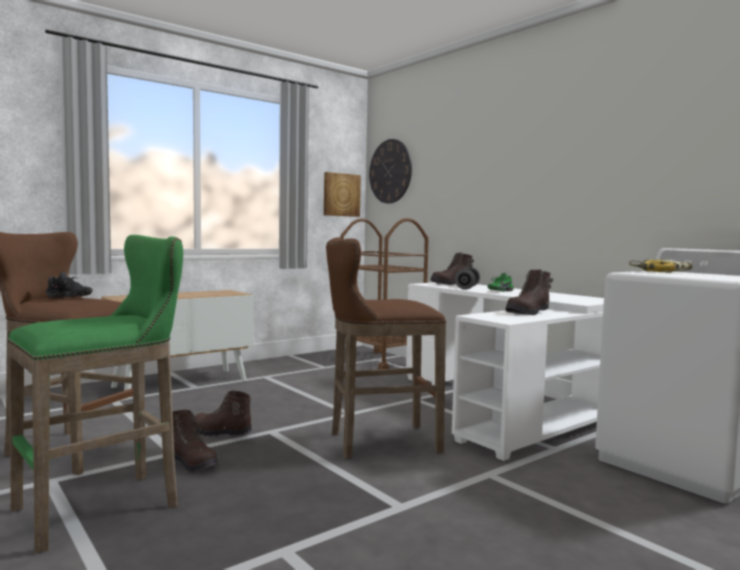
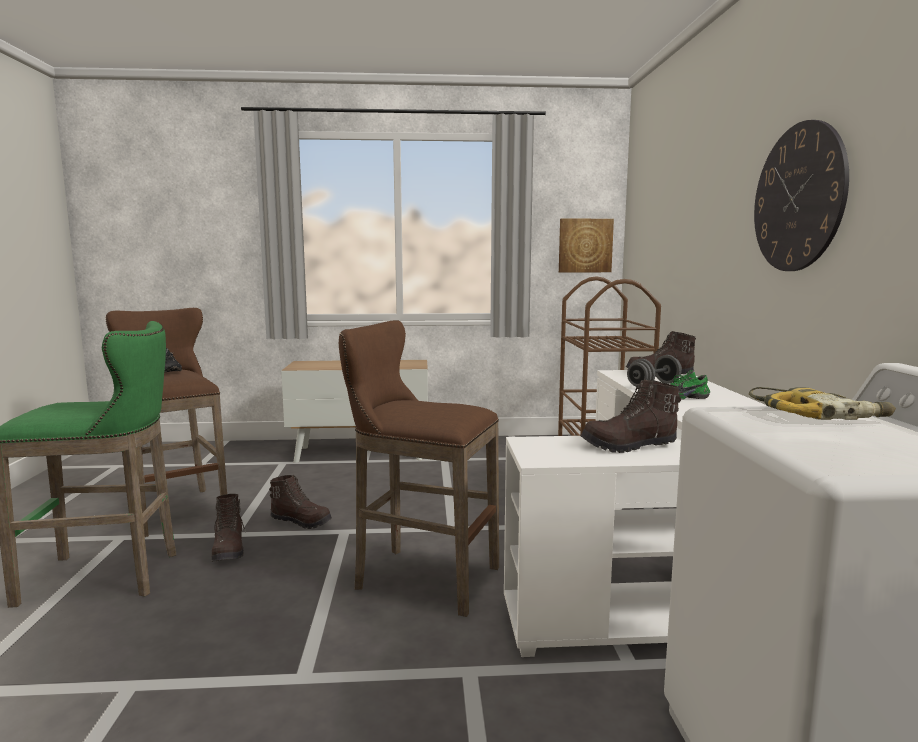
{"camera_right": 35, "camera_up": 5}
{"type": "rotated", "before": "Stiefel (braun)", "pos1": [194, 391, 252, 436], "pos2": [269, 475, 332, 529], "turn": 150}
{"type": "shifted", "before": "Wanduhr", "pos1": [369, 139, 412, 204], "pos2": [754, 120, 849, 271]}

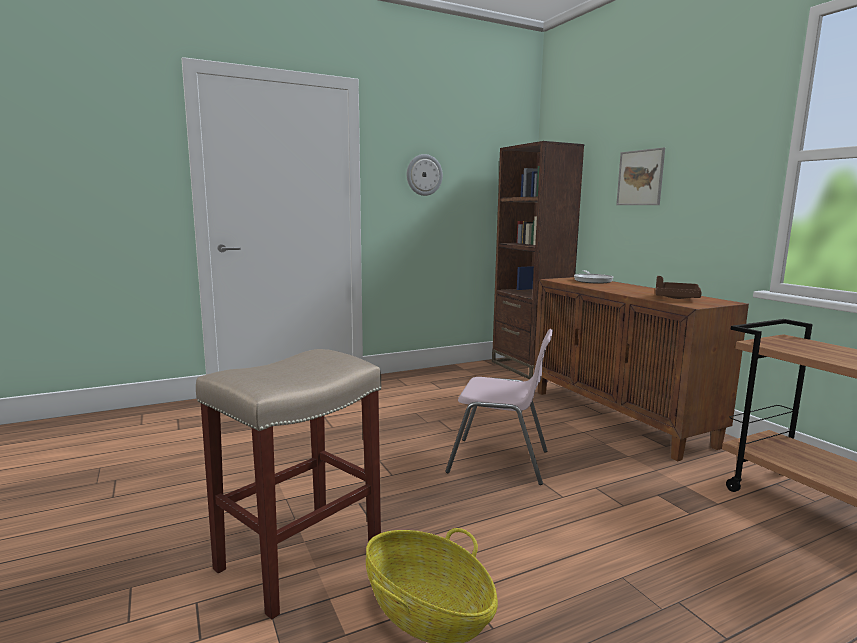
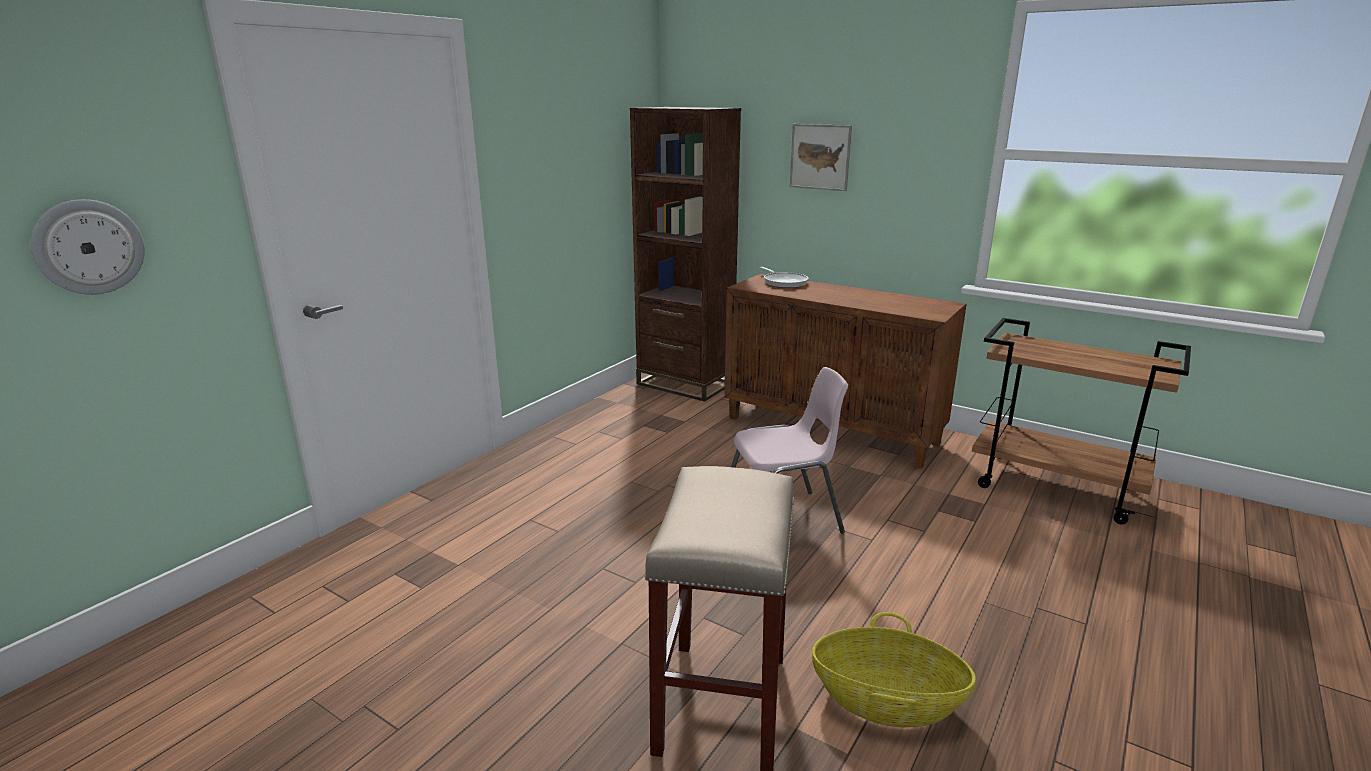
{"camera_right": -30, "camera_up": 10}
{"type": "shifted", "before": "Wanduhr", "pos1": [407, 154, 443, 196], "pos2": [30, 199, 145, 295]}
{"type": "gone", "before": "Tablett (braun)", "pos1": [656, 276, 702, 299]}

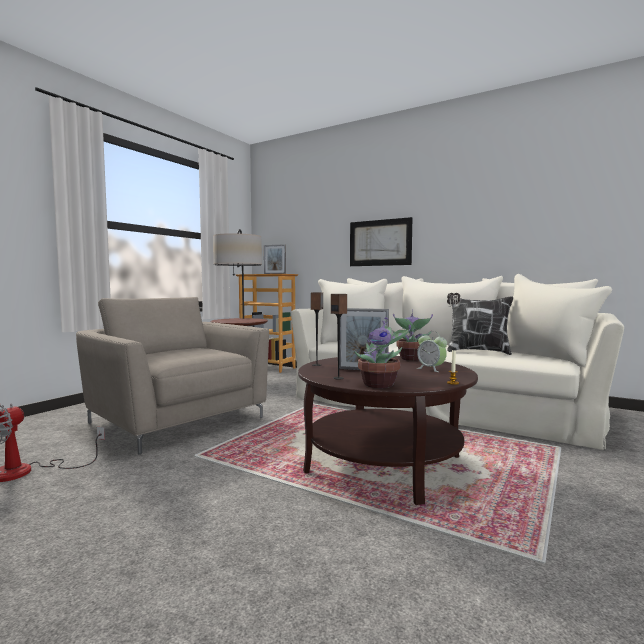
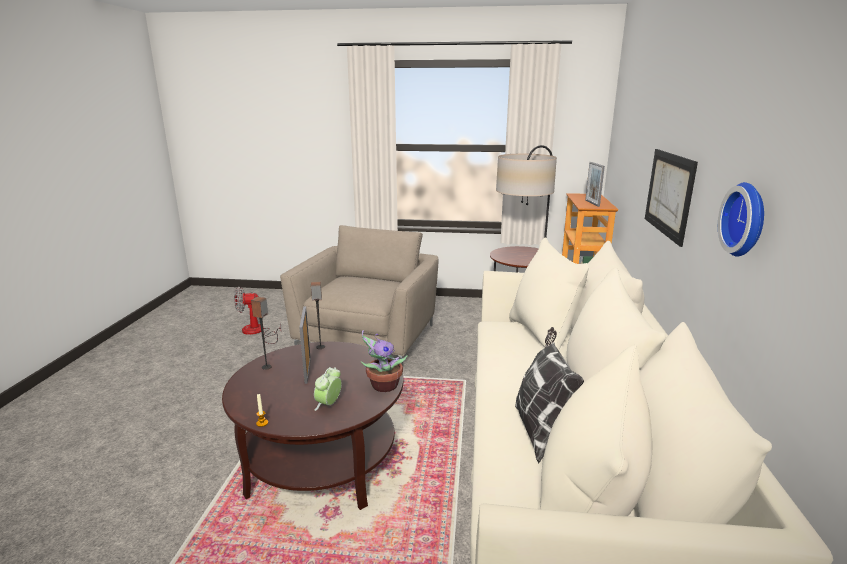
{"camera_right": 65, "camera_up": 15}
{"type": "new", "after": "Wanduhr", "pos2": [718, 182, 764, 257]}
{"type": "gone", "before": "Topfpflanze", "pos1": [354, 318, 411, 388]}

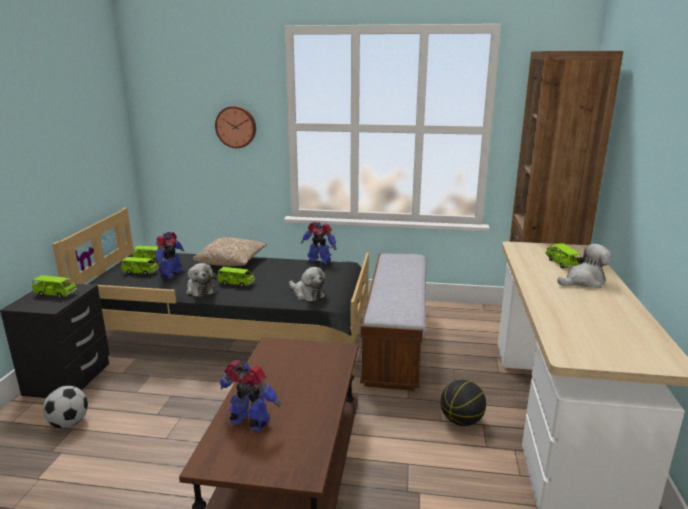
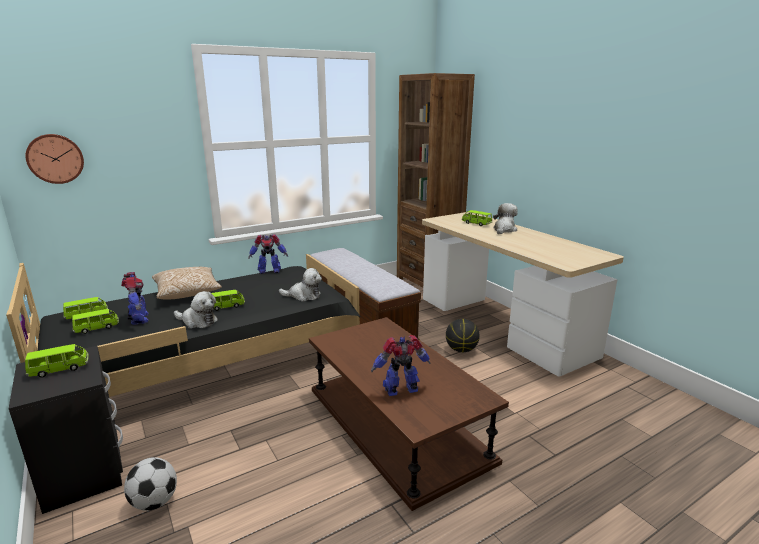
{"camera_right": -40, "camera_up": 0}
{"type": "shifted", "before": "Wanduhr", "pos1": [215, 106, 256, 148], "pos2": [25, 134, 84, 184]}

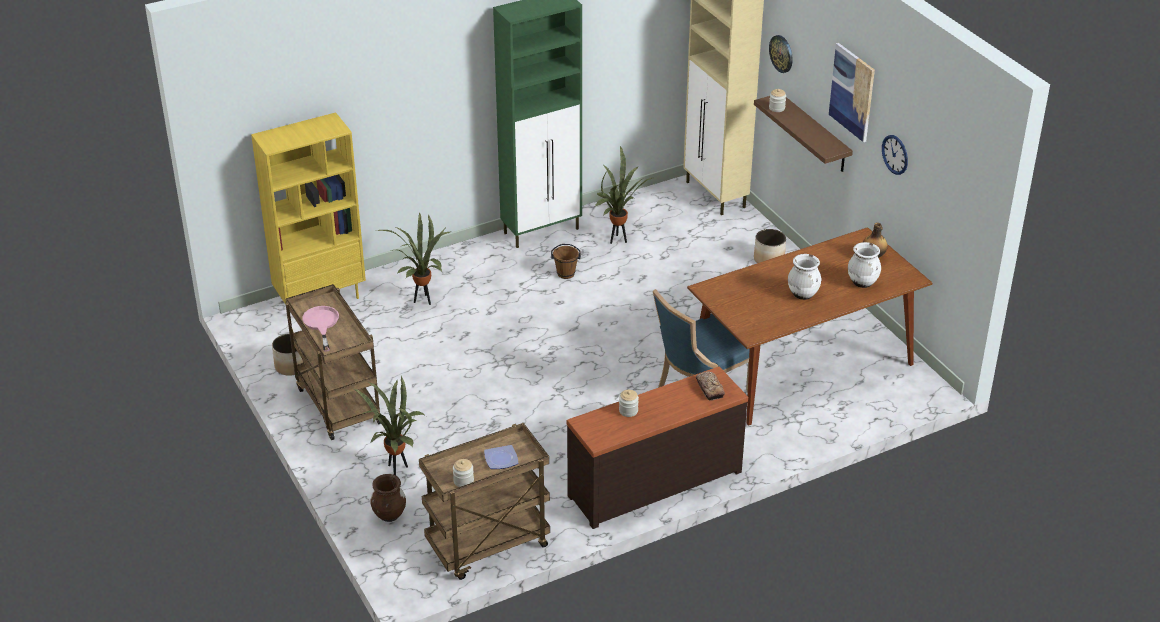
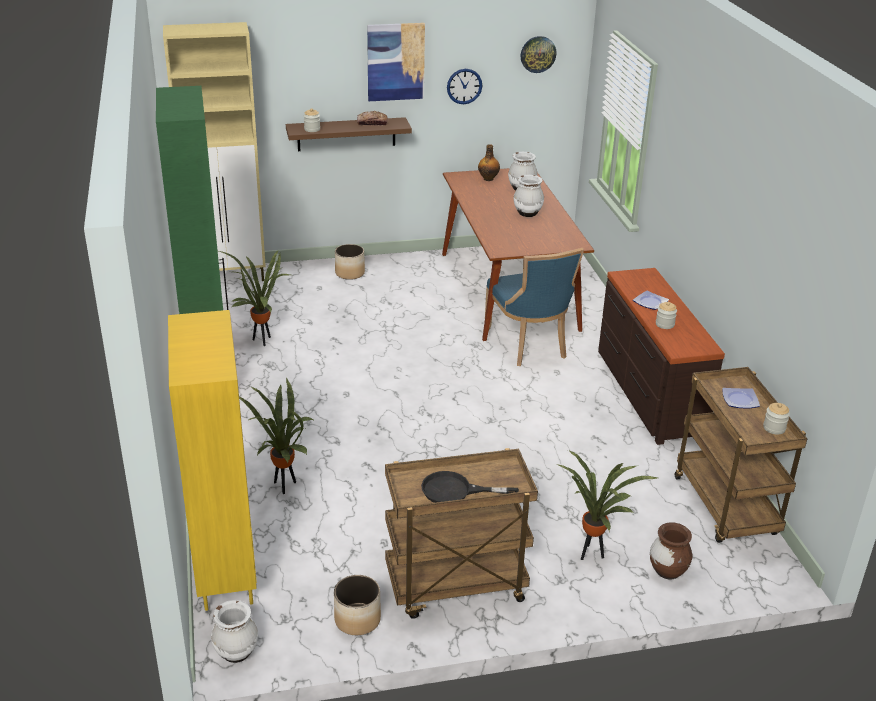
{"camera_right": -75, "camera_up": -5}
{"type": "new", "after": "Vase (weiß)", "pos2": [211, 600, 258, 663]}
{"type": "shifted", "before": "Brot", "pos1": [696, 371, 725, 401], "pos2": [357, 111, 388, 126]}
{"type": "repainted", "before": "Pfanne (rosa)", "after": "Pfanne (schwarz)", "pos1": [302, 306, 339, 352], "pos2": [421, 471, 519, 503]}
{"type": "shifted", "before": "Wanduhr", "pos1": [769, 35, 793, 73], "pos2": [521, 36, 556, 73]}
{"type": "new", "after": "Teller", "pos2": [633, 291, 669, 310]}
{"type": "gone", "before": "Eimer (braun)", "pos1": [551, 244, 581, 279]}

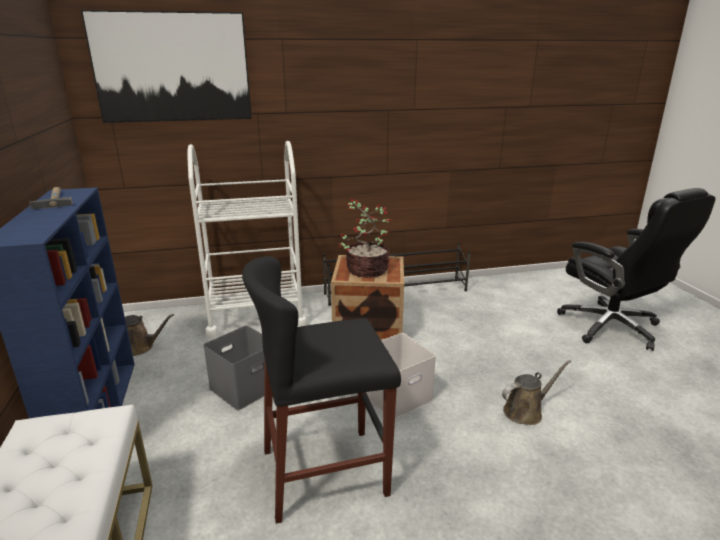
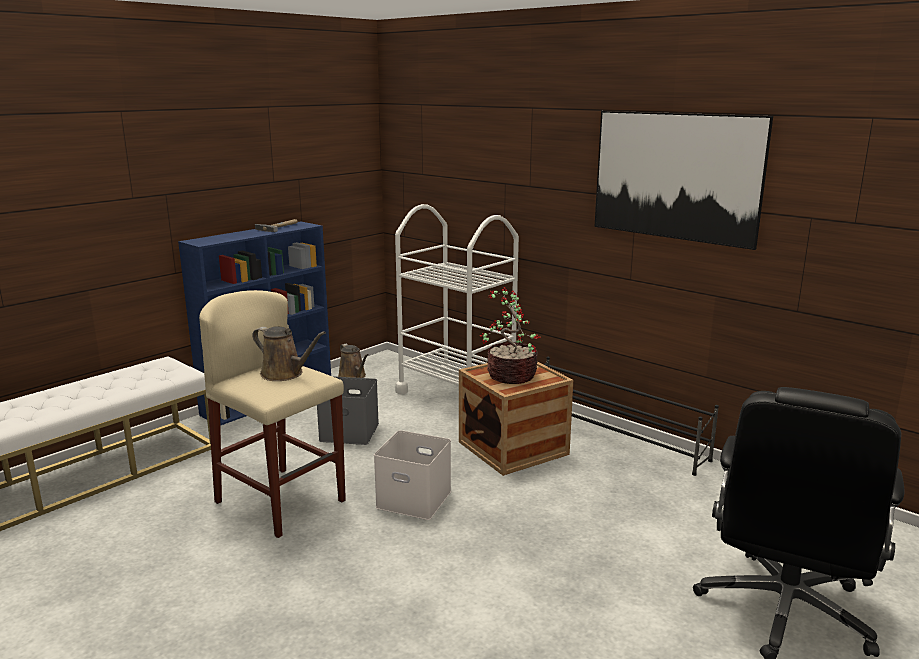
{"camera_right": 55, "camera_up": -5}
{"type": "repainted", "before": "Hocker (schwarz)", "after": "Hocker (beige)", "pos1": [242, 256, 401, 524], "pos2": [199, 290, 346, 538]}
{"type": "shifted", "before": "Gießkanne (braun)", "pos1": [502, 360, 571, 425], "pos2": [252, 326, 326, 381]}
{"type": "shifted", "before": "Bild", "pos1": [81, 10, 252, 123], "pos2": [594, 111, 773, 250]}

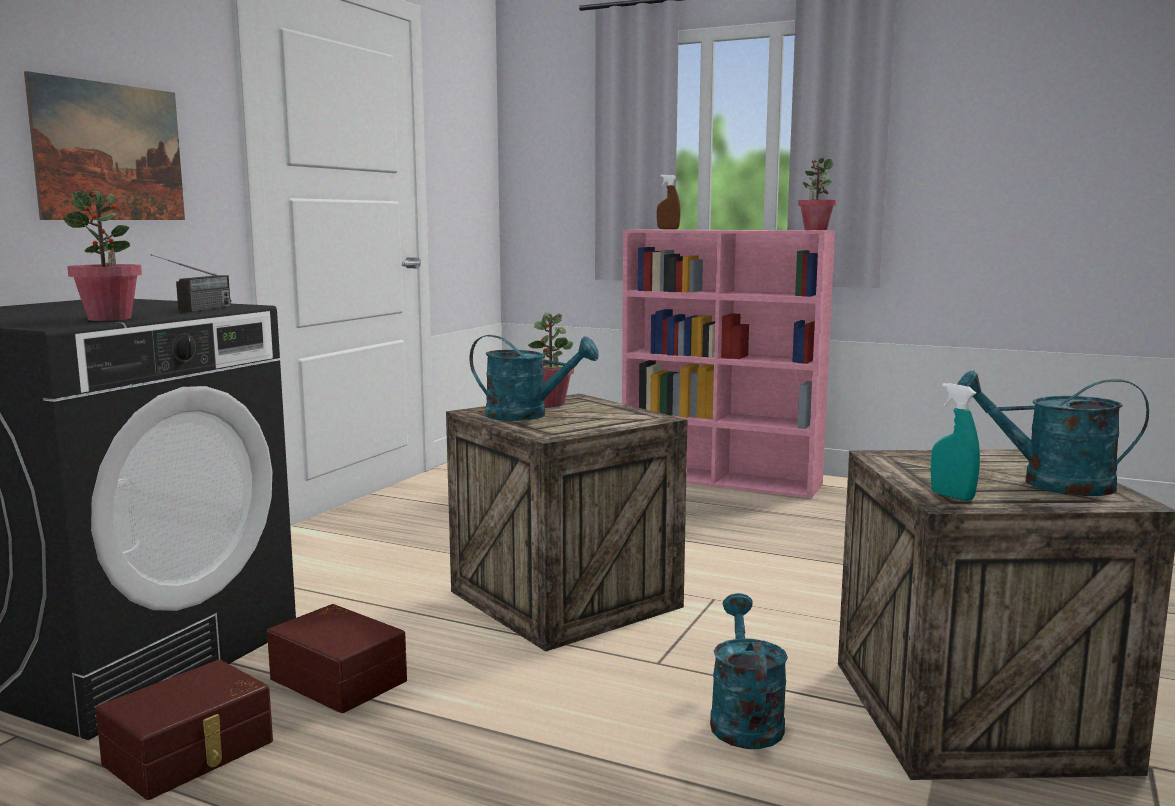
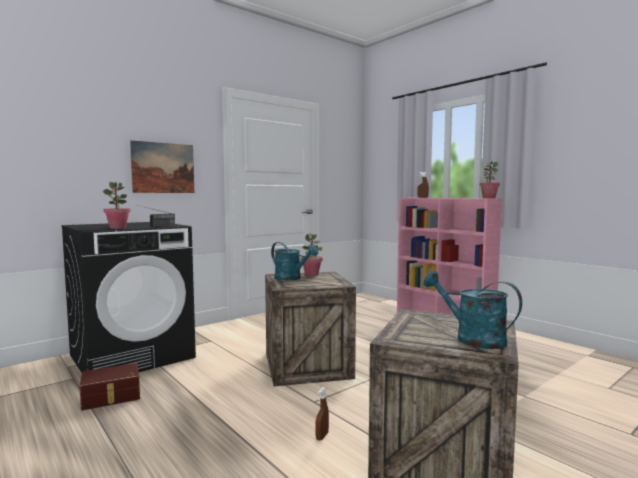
{"camera_right": 25, "camera_up": -5}
{"type": "swapped", "before": "Gießkanne (türkis)", "after": "Sprühflasche (braun)", "pos1": [710, 593, 788, 749], "pos2": [315, 387, 329, 440]}
{"type": "gone", "before": "Aufbewahrungsbox (braun)", "pos1": [267, 604, 407, 713]}
{"type": "gone", "before": "Sprühflasche (türkis)", "pos1": [931, 383, 980, 501]}

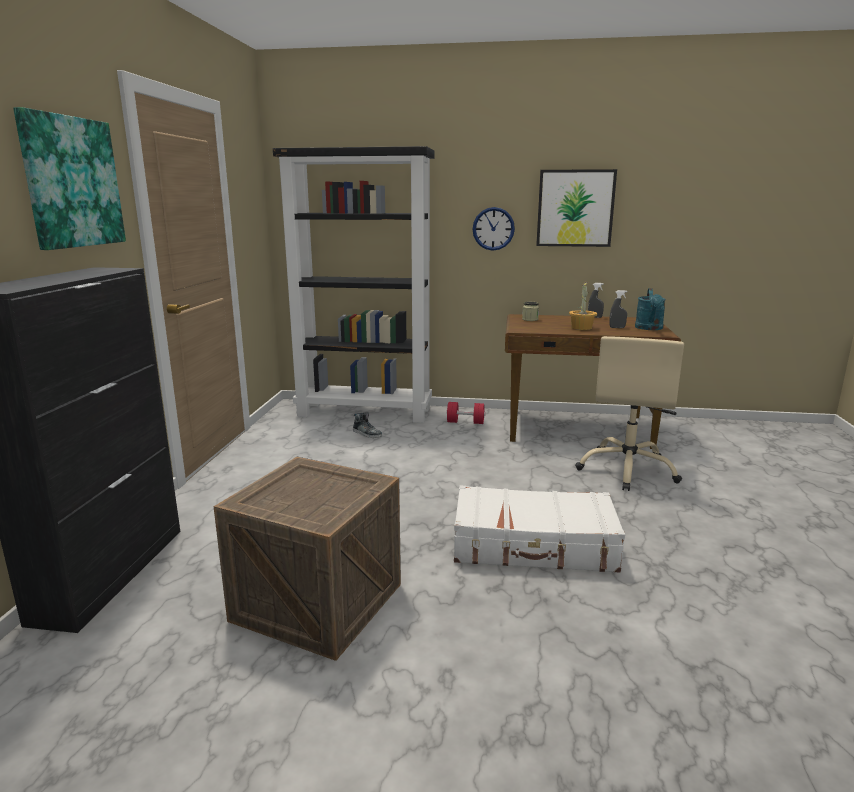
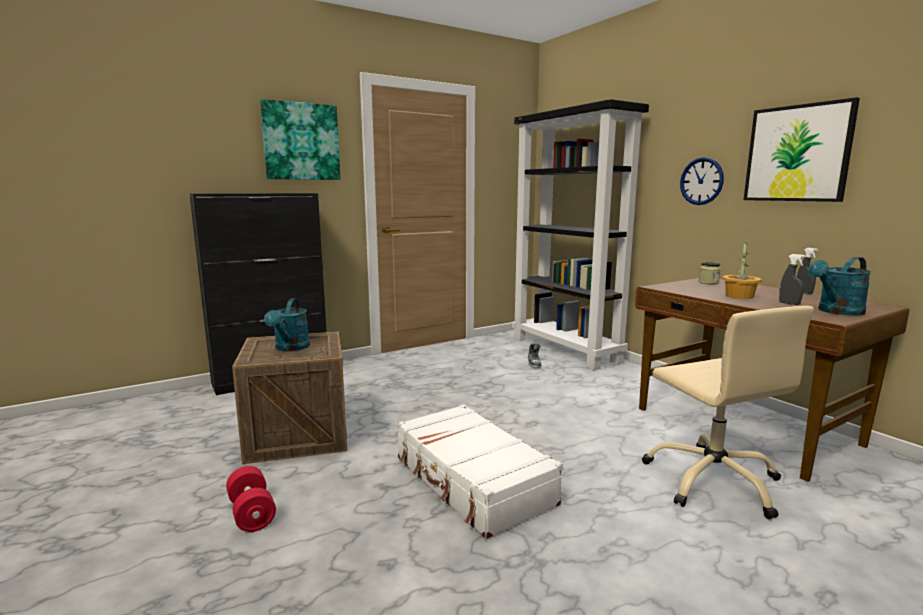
{"camera_right": 50, "camera_up": -5}
{"type": "shifted", "before": "Hantel (rot)", "pos1": [446, 402, 485, 424], "pos2": [226, 466, 276, 532]}
{"type": "new", "after": "Gießkanne (türkis)", "pos2": [264, 298, 310, 352]}
{"type": "rotated", "before": "Bürostuhl (beige)", "pos1": [575, 336, 684, 491], "pos2": [642, 306, 814, 519], "turn": -90}

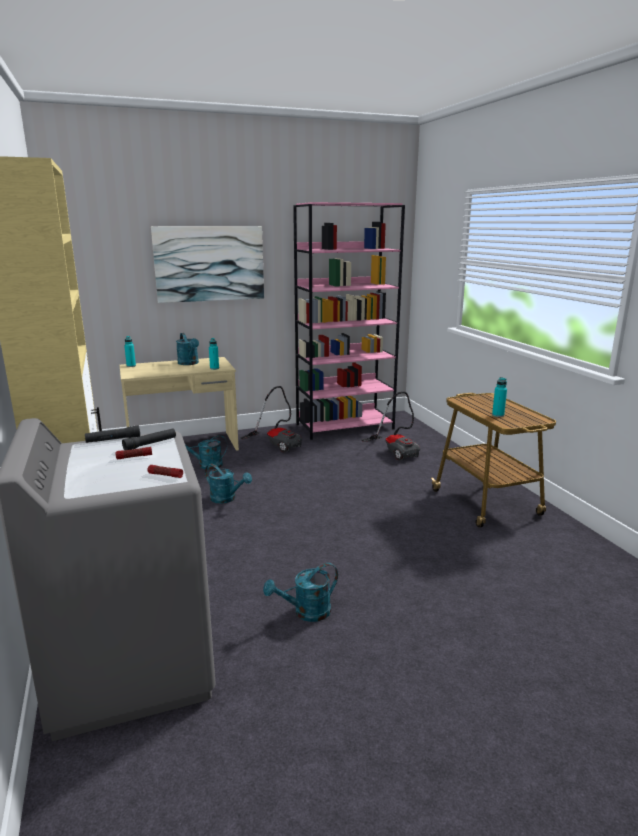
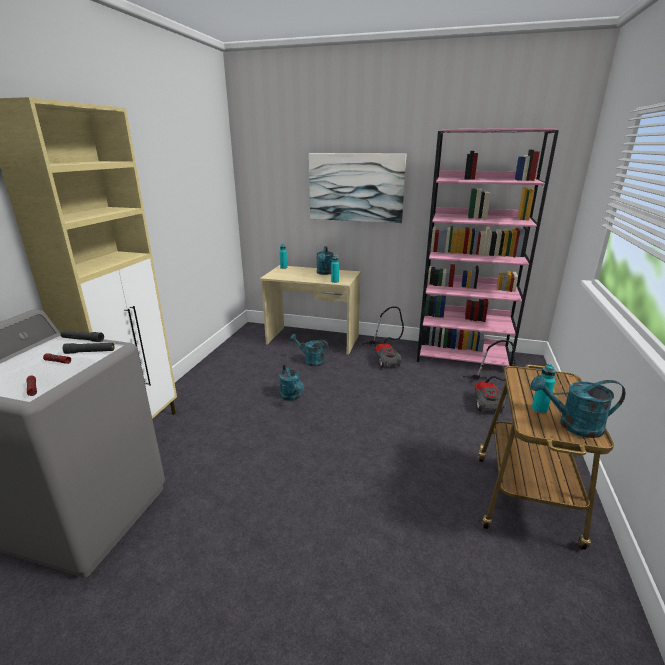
{"camera_right": 35, "camera_up": 5}
{"type": "shifted", "before": "Gießkanne (türkis)", "pos1": [263, 563, 338, 622], "pos2": [531, 375, 626, 438]}

